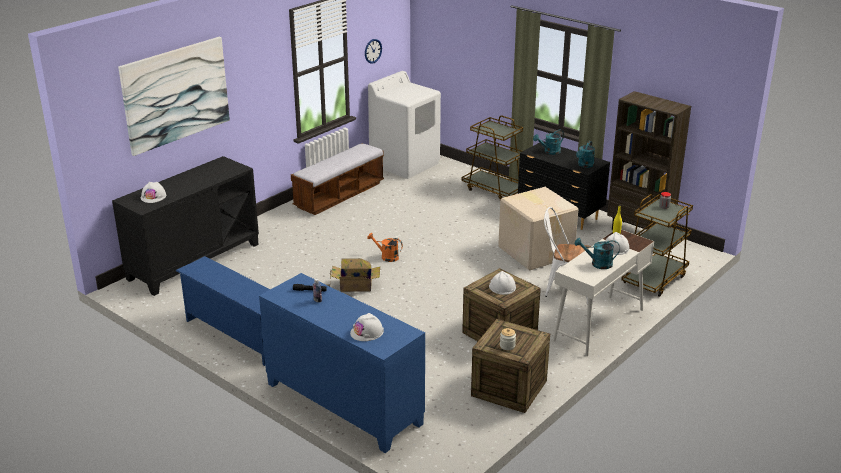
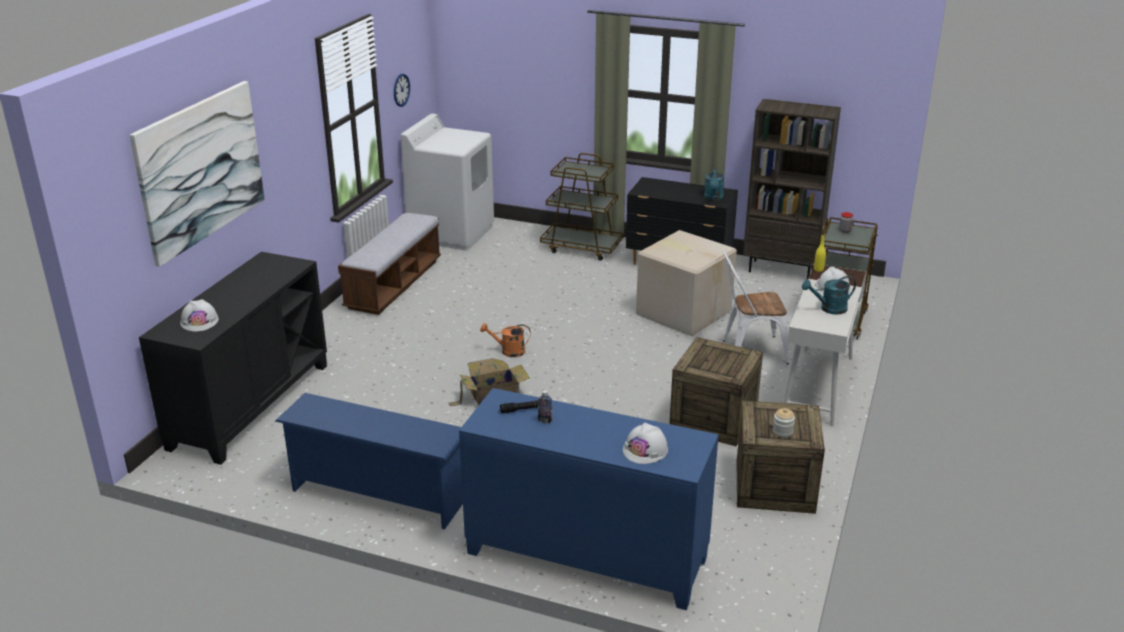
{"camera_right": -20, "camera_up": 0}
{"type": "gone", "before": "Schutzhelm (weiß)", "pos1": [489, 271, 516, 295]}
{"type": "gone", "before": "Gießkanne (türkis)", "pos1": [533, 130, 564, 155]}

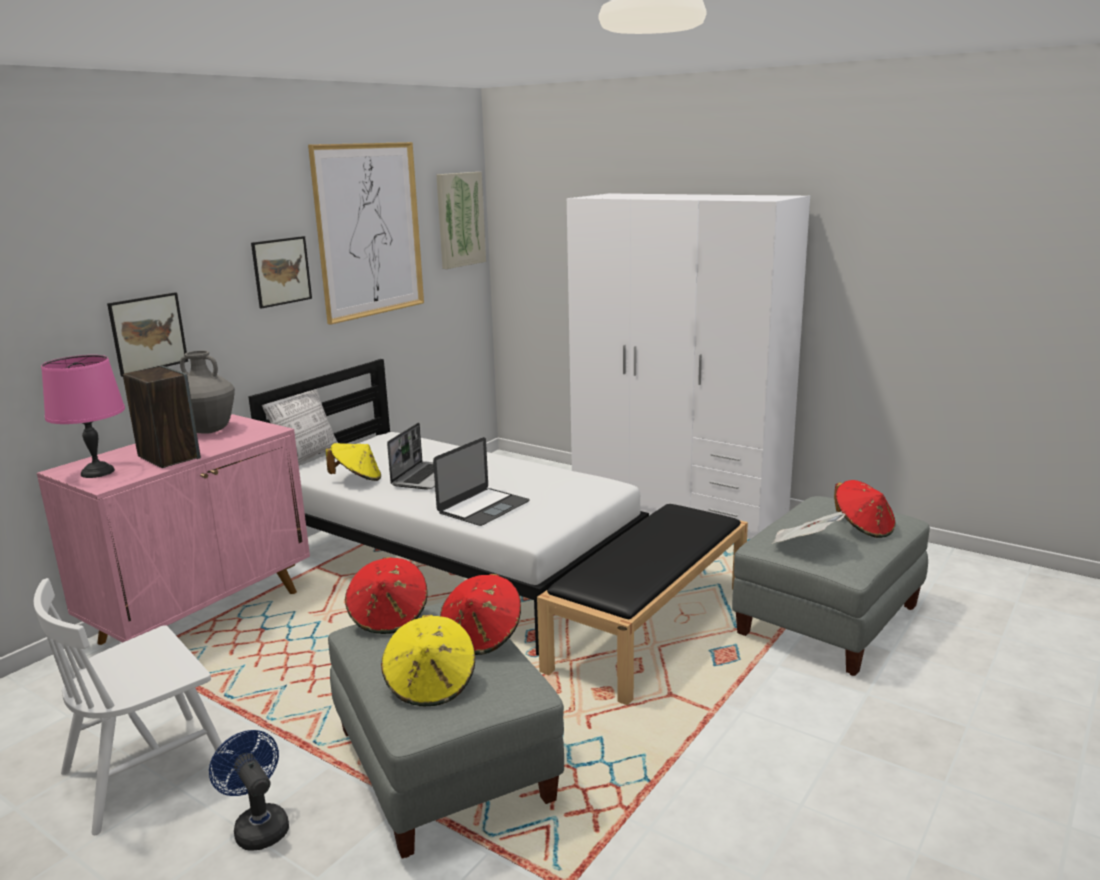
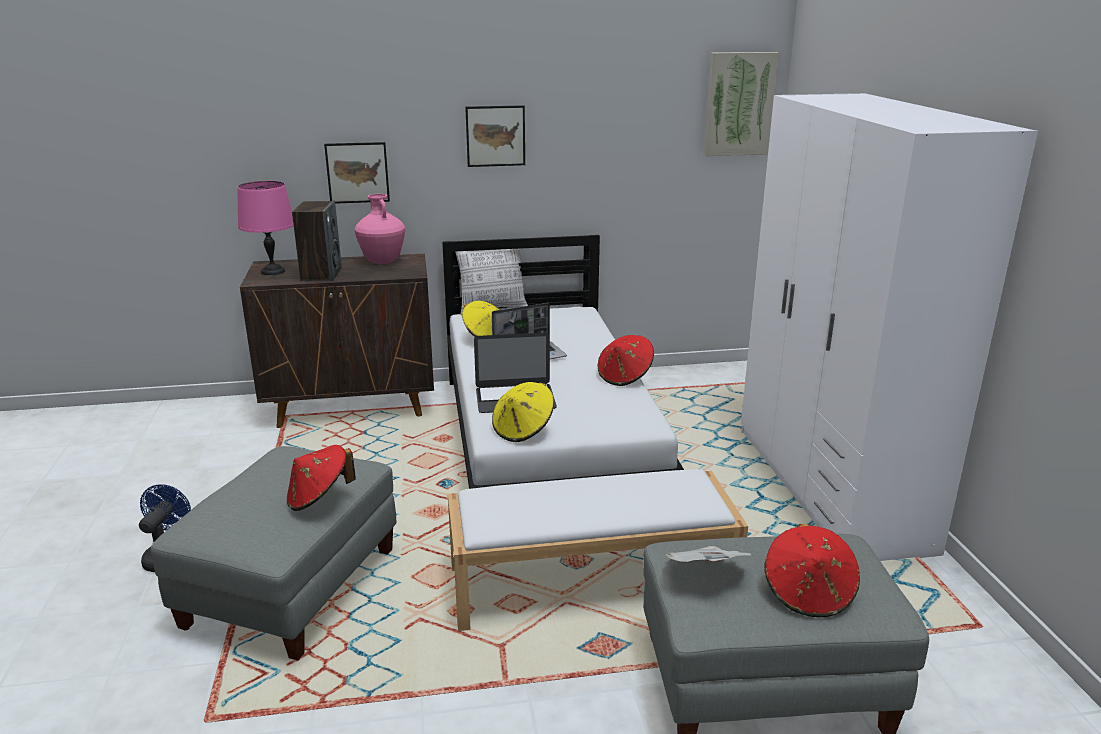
{"camera_right": 45, "camera_up": 5}
{"type": "repainted", "before": "Schrank (rosa)", "after": "Schrank (braun)", "pos1": [37, 414, 310, 645], "pos2": [240, 254, 434, 428]}
{"type": "repainted", "before": "Vase (grau)", "after": "Vase (rosa)", "pos1": [180, 350, 235, 434], "pos2": [355, 194, 405, 264]}
{"type": "repainted", "before": "Bank (schwarz)", "after": "Bank (weiß)", "pos1": [537, 504, 748, 706], "pos2": [448, 469, 748, 631]}
{"type": "shifted", "before": "Hut (gelb)", "pos1": [381, 615, 475, 706], "pos2": [492, 382, 554, 442]}
{"type": "shifted", "before": "Hut (rot)", "pos1": [345, 557, 427, 634], "pos2": [598, 335, 654, 386]}
{"type": "gone", "before": "Stuhl (weiß)", "pos1": [34, 578, 234, 835]}
{"type": "gone", "before": "Bild", "pos1": [308, 142, 424, 325]}

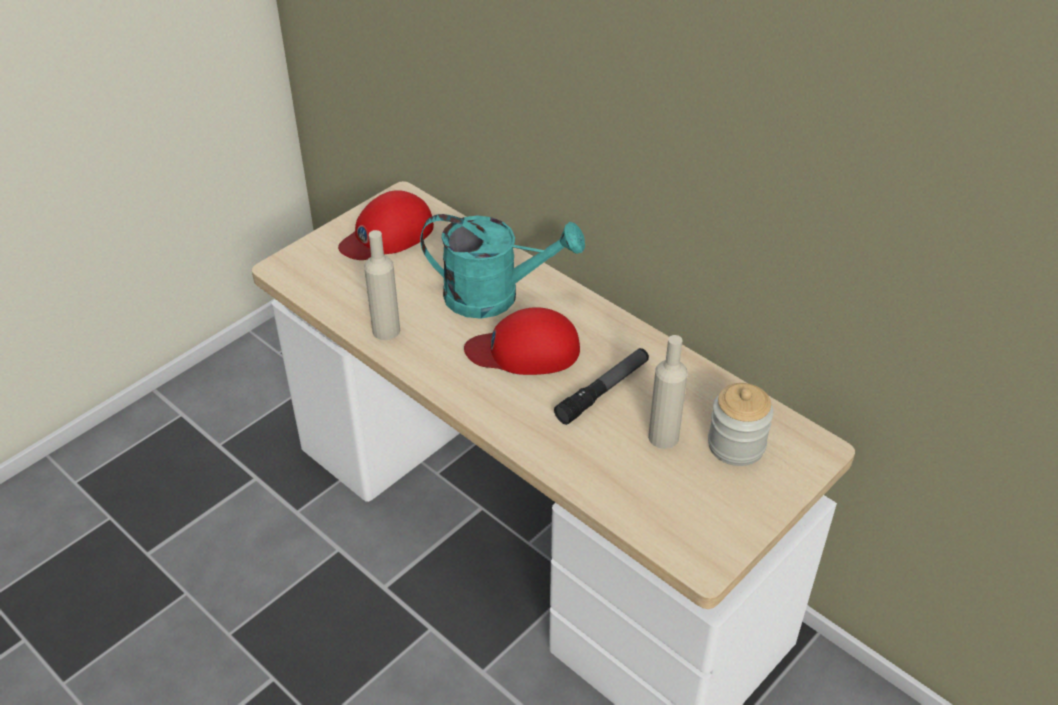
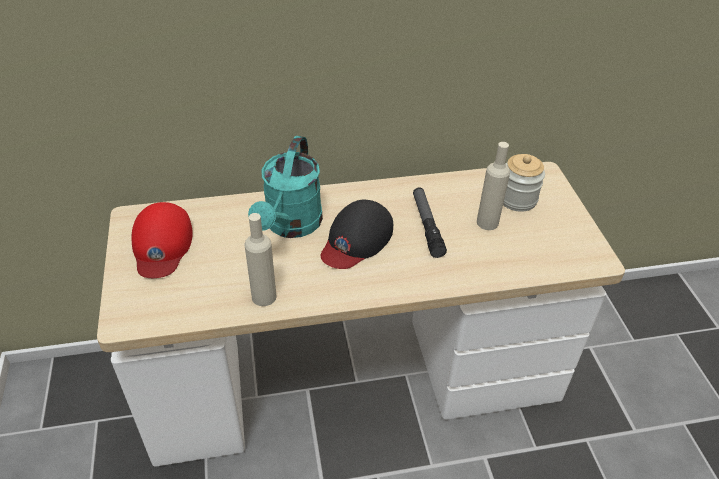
{"camera_right": -55, "camera_up": 0}
{"type": "rotated", "before": "Gießkanne (türkis)", "pos1": [420, 214, 585, 319], "pos2": [248, 136, 323, 238], "turn": 150}
{"type": "repainted", "before": "Kappe (rot)", "after": "Kappe (schwarz)", "pos1": [464, 307, 580, 375], "pos2": [321, 200, 393, 269]}

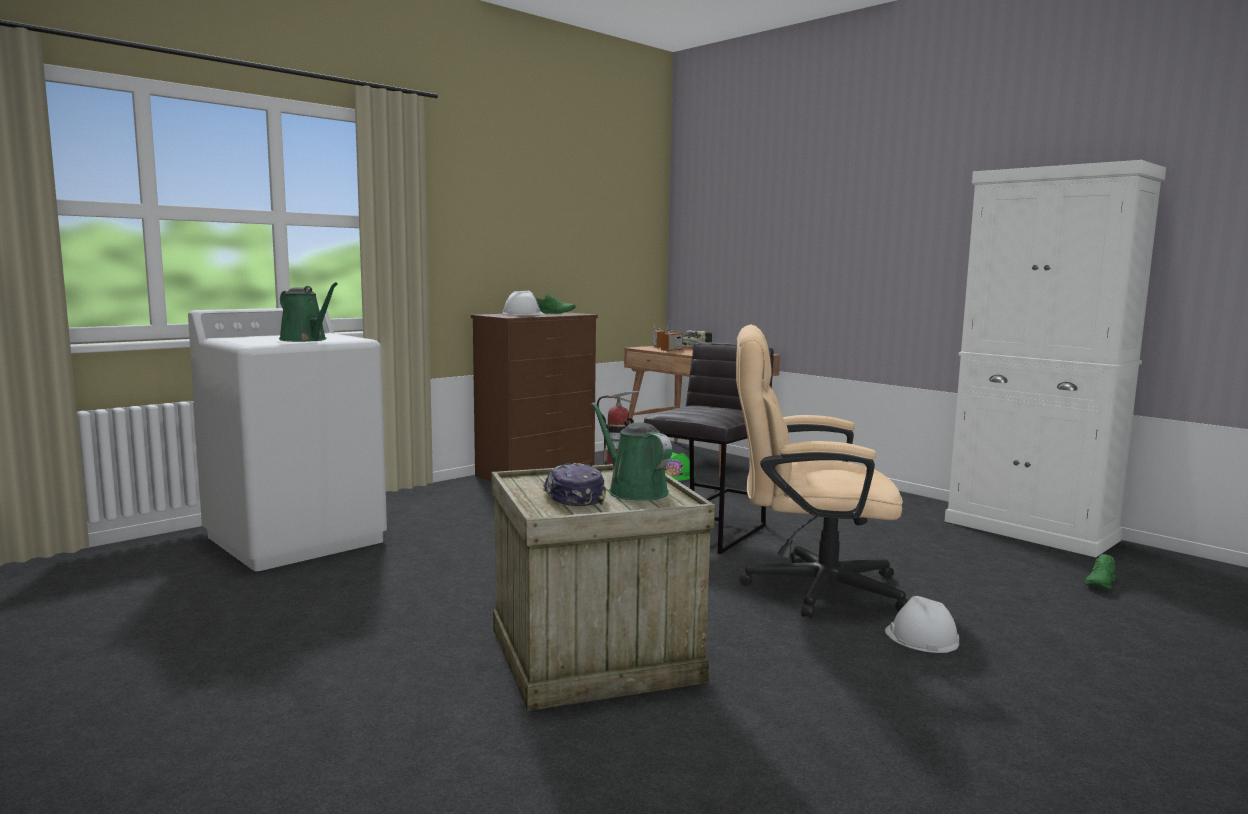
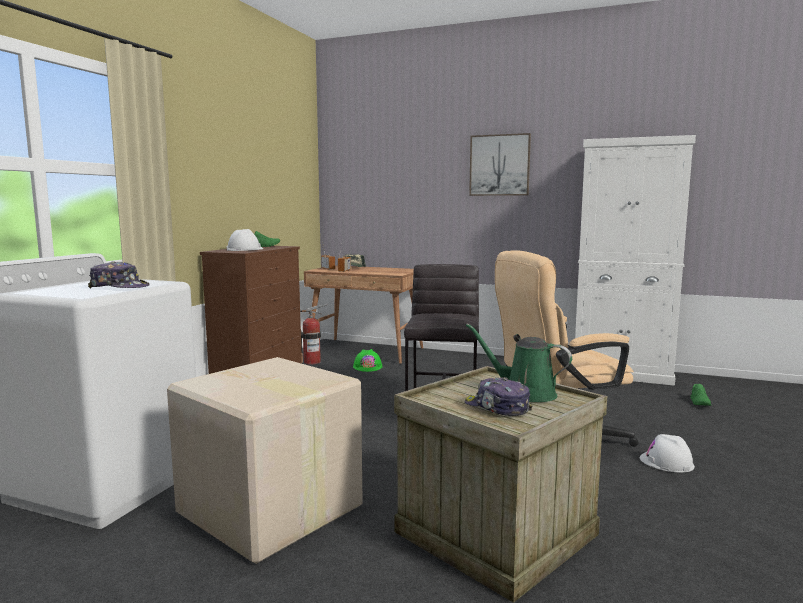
{"camera_right": -25, "camera_up": 0}
{"type": "swapped", "before": "Gießkanne (grün)", "after": "Kappe", "pos1": [279, 282, 338, 342], "pos2": [88, 261, 150, 288]}
{"type": "new", "after": "Karton", "pos2": [167, 357, 363, 564]}
{"type": "new", "after": "Bild", "pos2": [469, 133, 531, 196]}

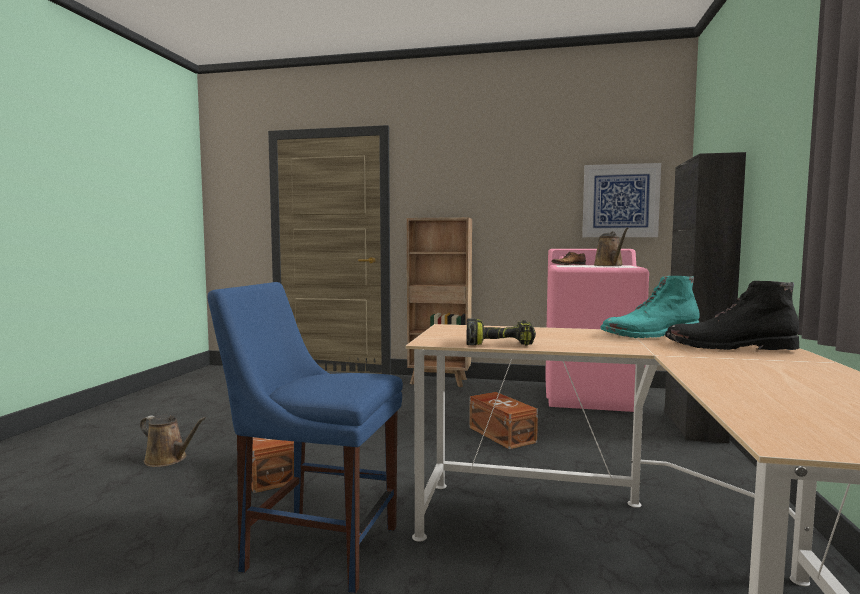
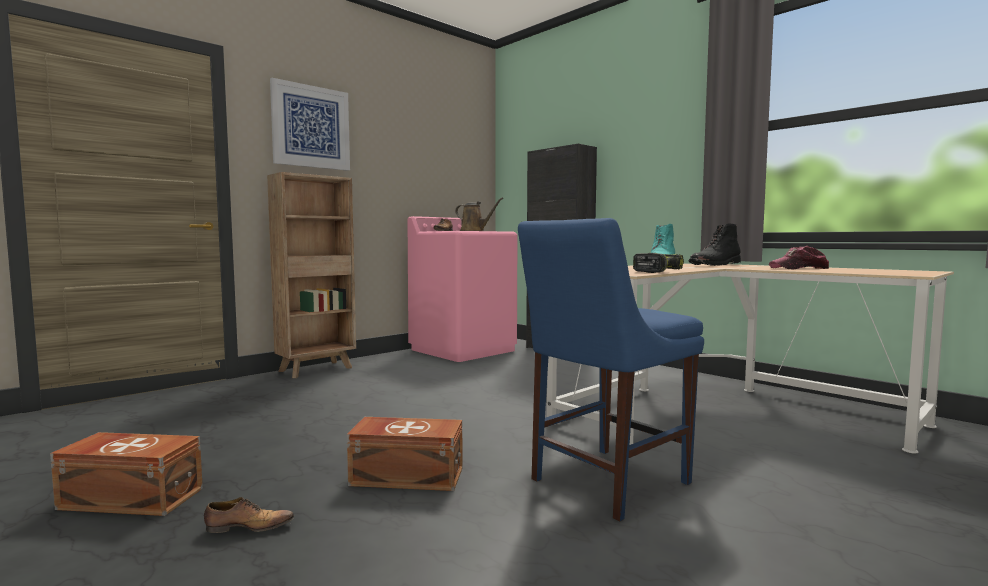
{"camera_right": -55, "camera_up": 0}
{"type": "shifted", "before": "Aufbewahrungsbox (braun)", "pos1": [469, 392, 538, 449], "pos2": [50, 432, 203, 516]}
{"type": "swapped", "before": "Gießkanne (braun)", "after": "Schuh", "pos1": [140, 415, 206, 467], "pos2": [204, 497, 294, 533]}
{"type": "shifted", "before": "Bild", "pos1": [582, 163, 661, 237], "pos2": [270, 78, 350, 171]}
{"type": "new", "after": "Kappe", "pos2": [769, 246, 830, 269]}

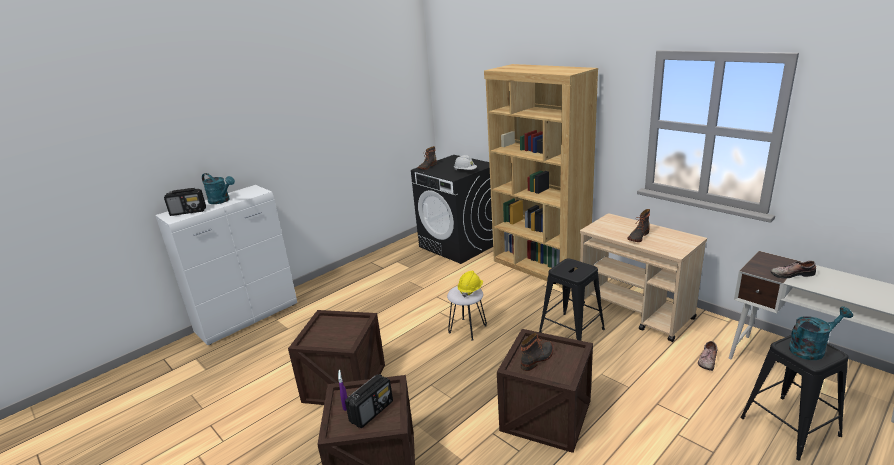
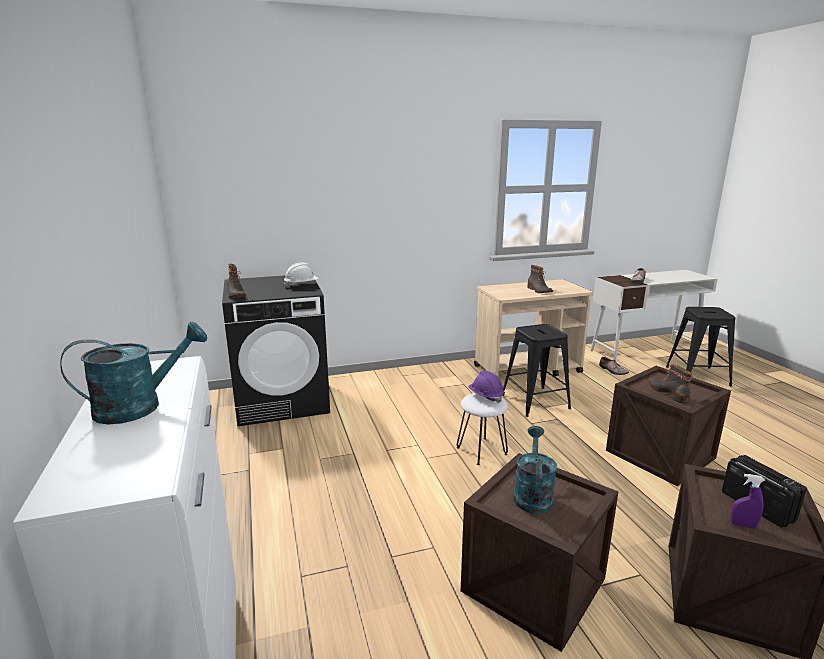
{"camera_right": -65, "camera_up": -5}
{"type": "repainted", "before": "Schutzhelm (gelb)", "after": "Schutzhelm (lila)", "pos1": [458, 271, 483, 297], "pos2": [468, 371, 504, 403]}
{"type": "shifted", "before": "Gießkanne (türkis)", "pos1": [789, 307, 853, 360], "pos2": [514, 426, 557, 514]}
{"type": "gone", "before": "Radio", "pos1": [164, 188, 206, 216]}
{"type": "gone", "before": "Bücherregal (braun)", "pos1": [484, 64, 598, 288]}

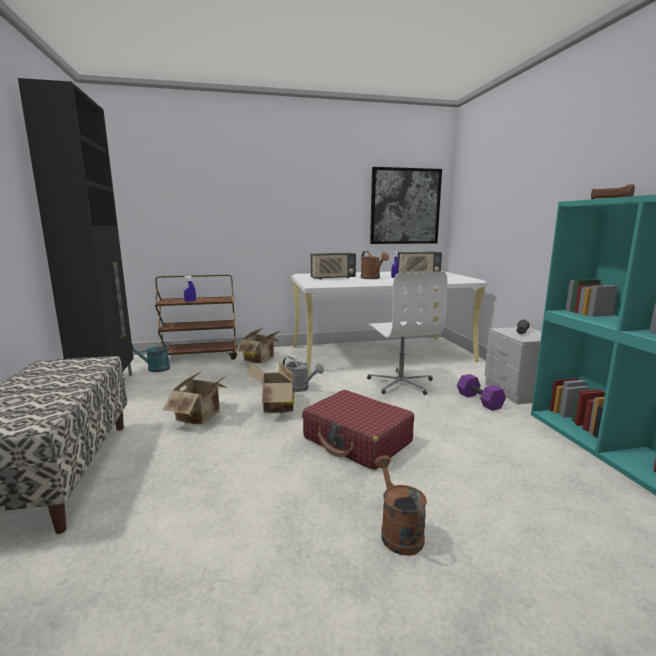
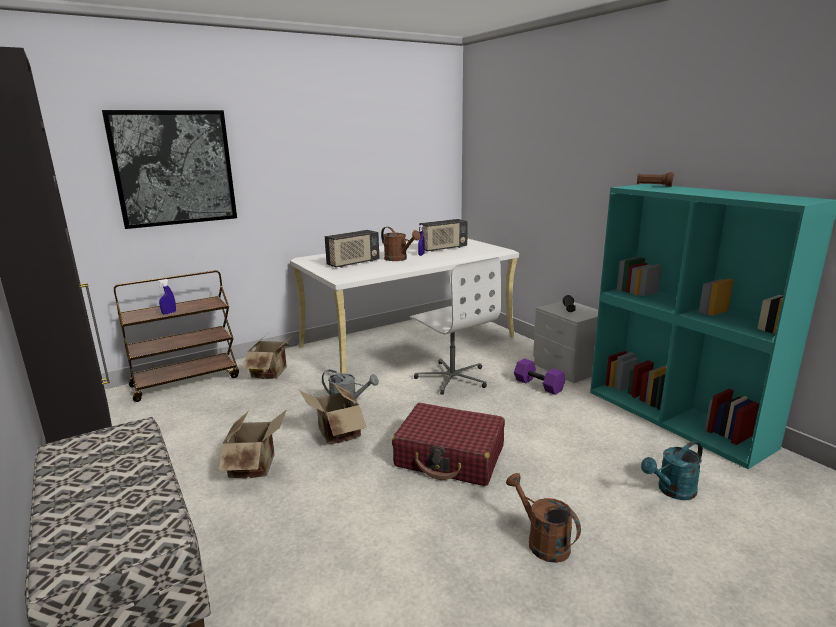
{"camera_right": -20, "camera_up": 5}
{"type": "shifted", "before": "Bild", "pos1": [370, 167, 442, 244], "pos2": [102, 110, 237, 229]}
{"type": "shifted", "before": "Gießkanne (türkis)", "pos1": [132, 342, 174, 372], "pos2": [641, 441, 703, 500]}

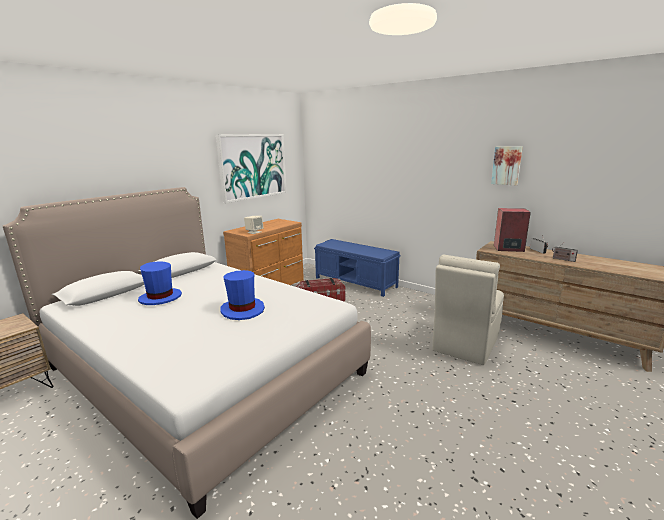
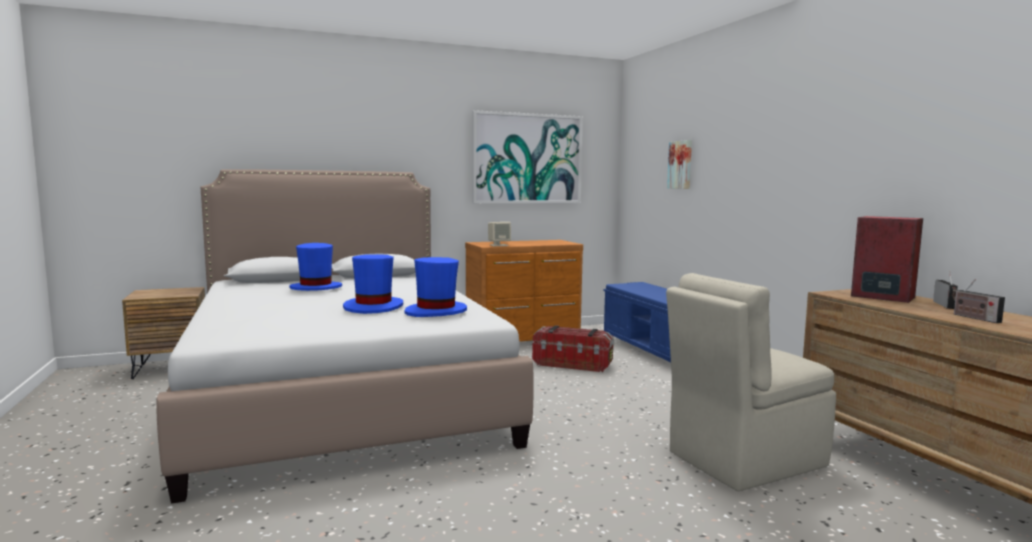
{"camera_right": 30, "camera_up": -10}
{"type": "new", "after": "Hut (blau)", "pos2": [404, 257, 467, 317]}
{"type": "shifted", "before": "Bild", "pos1": [491, 146, 523, 185], "pos2": [667, 140, 692, 189]}

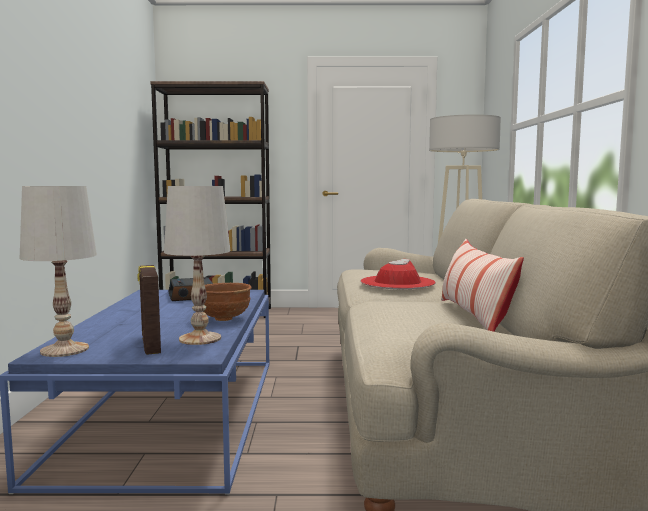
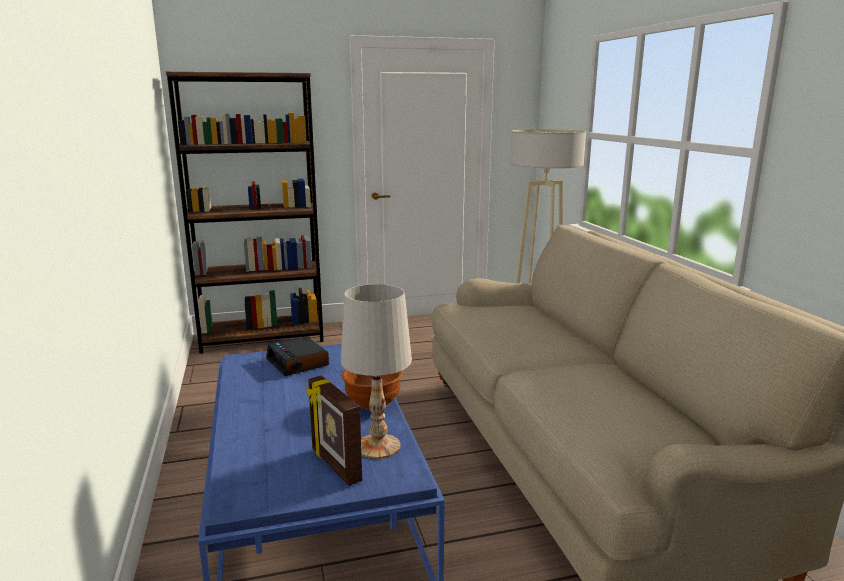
{"camera_right": -15, "camera_up": 10}
{"type": "gone", "before": "Tischlampe (weiß)", "pos1": [20, 186, 97, 357]}
{"type": "gone", "before": "Hut (rot)", "pos1": [361, 259, 436, 289]}
{"type": "gone", "before": "Kissen", "pos1": [441, 239, 524, 332]}

